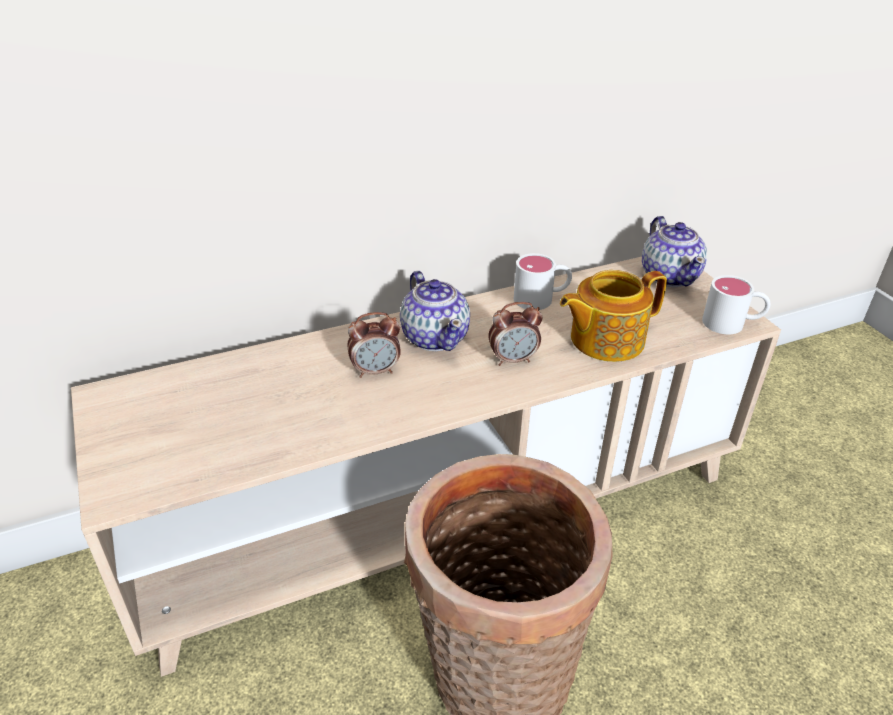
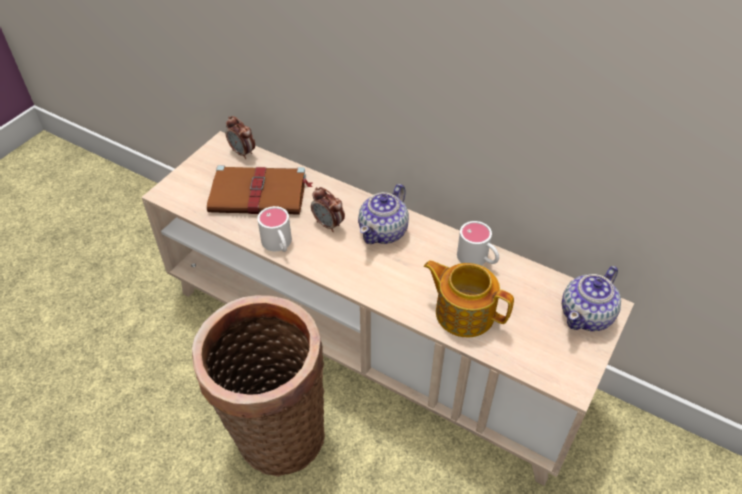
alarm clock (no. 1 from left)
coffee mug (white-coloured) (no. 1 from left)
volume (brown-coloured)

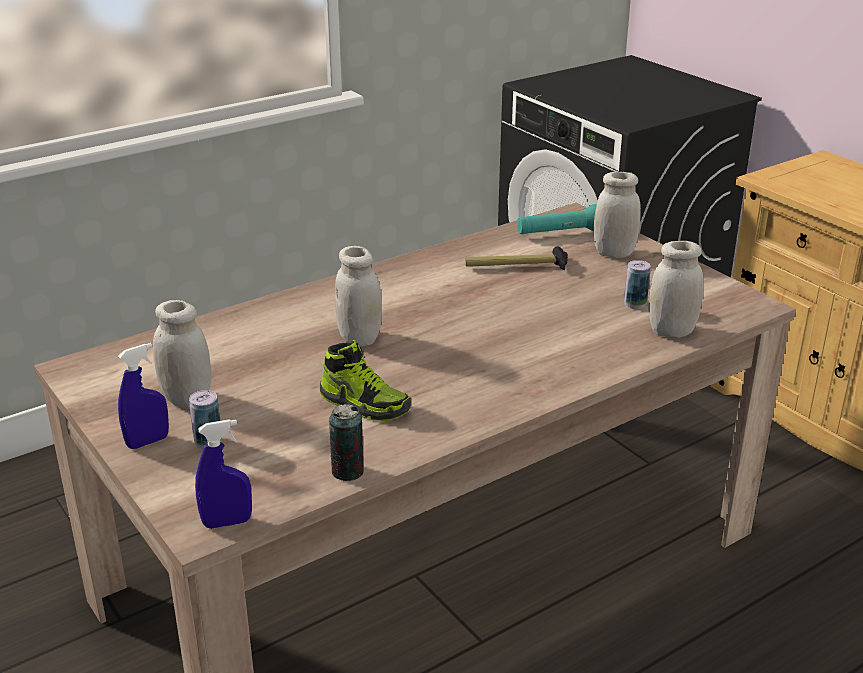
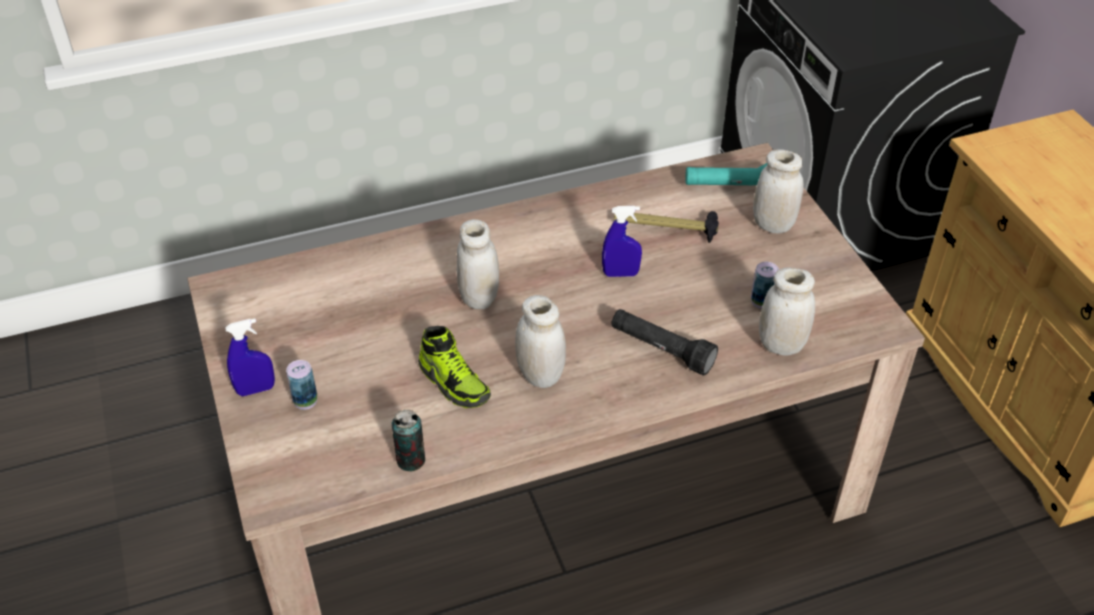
preserve jar (white-coloured) (no. 2 from left)
sprayer (blue) (no. 2 from left)
torch (black)

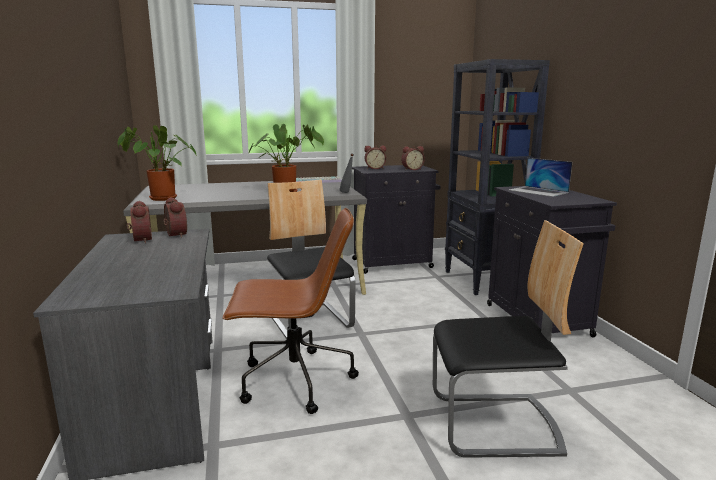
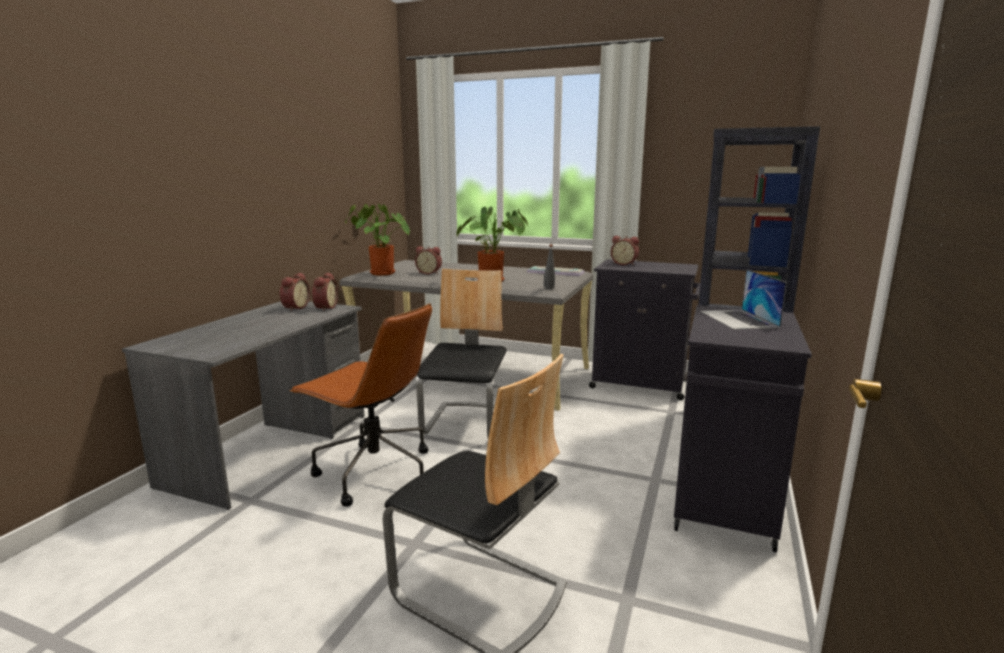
alarm clock (no. 3 from left)

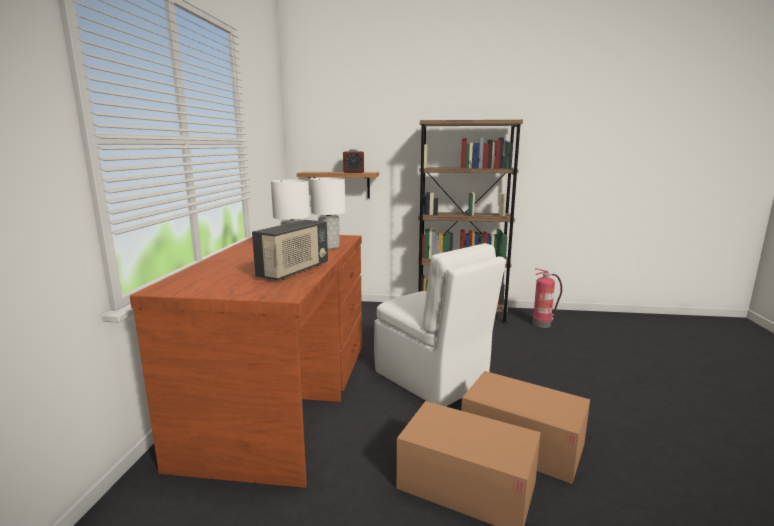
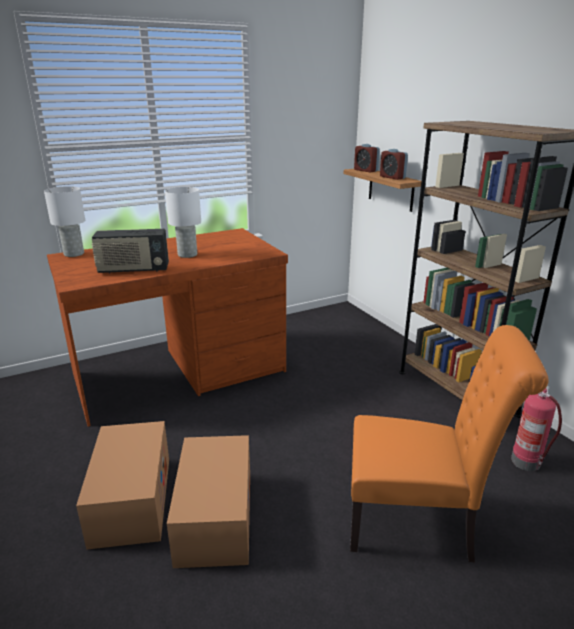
lamp for a table (white-coloured) (no. 1 from left)
plain chair (white-coloured)
plain chair (orange)
alarm clock (no. 1 from left)

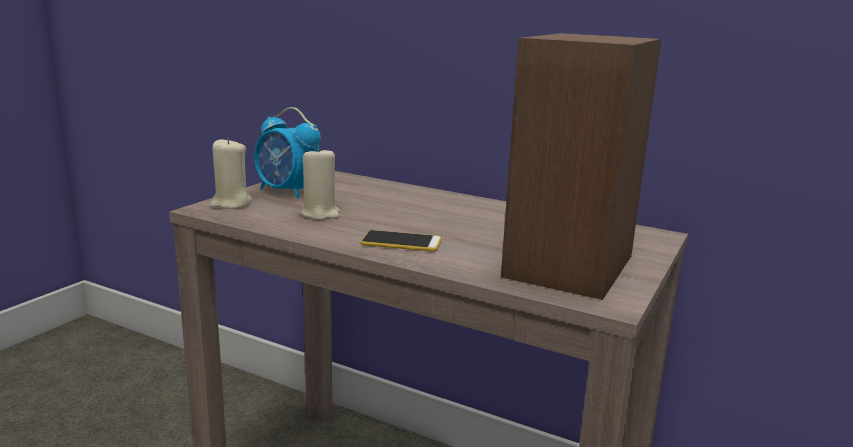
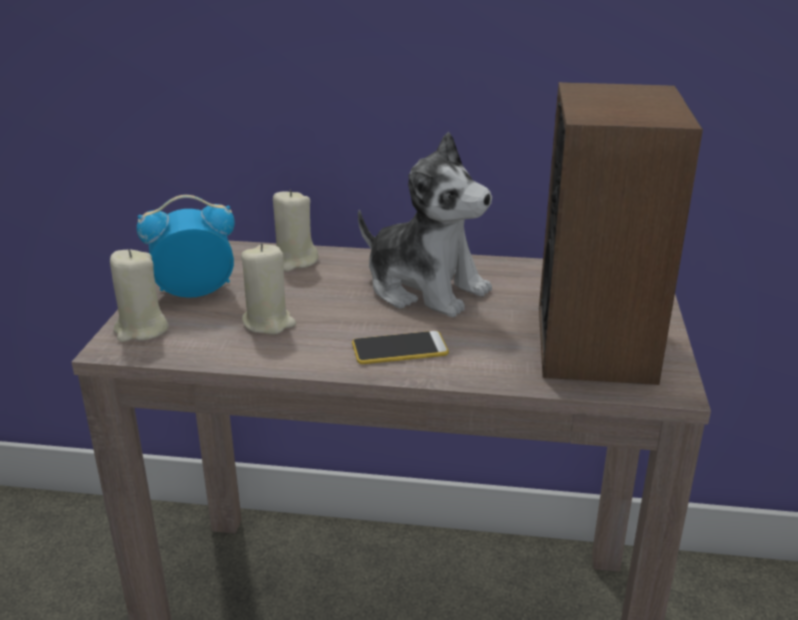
alarm clock
wax candle (sand-coloured) (no. 3 from left)
soft toy

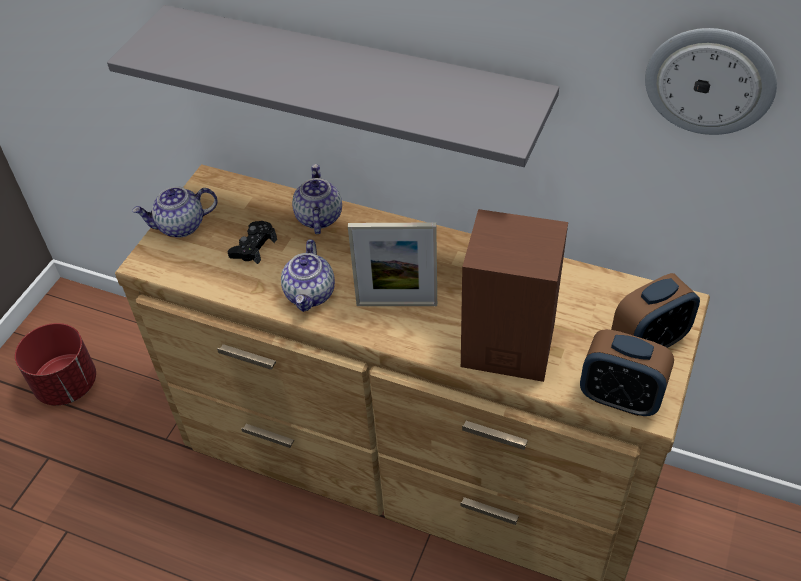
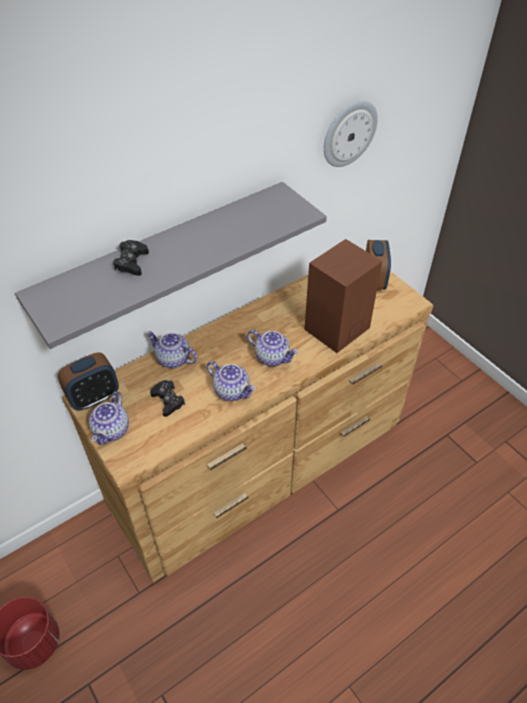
pot for tea (no. 4 from left)
alarm clock (no. 1 from left)
game controller (black) (no. 1 from left)

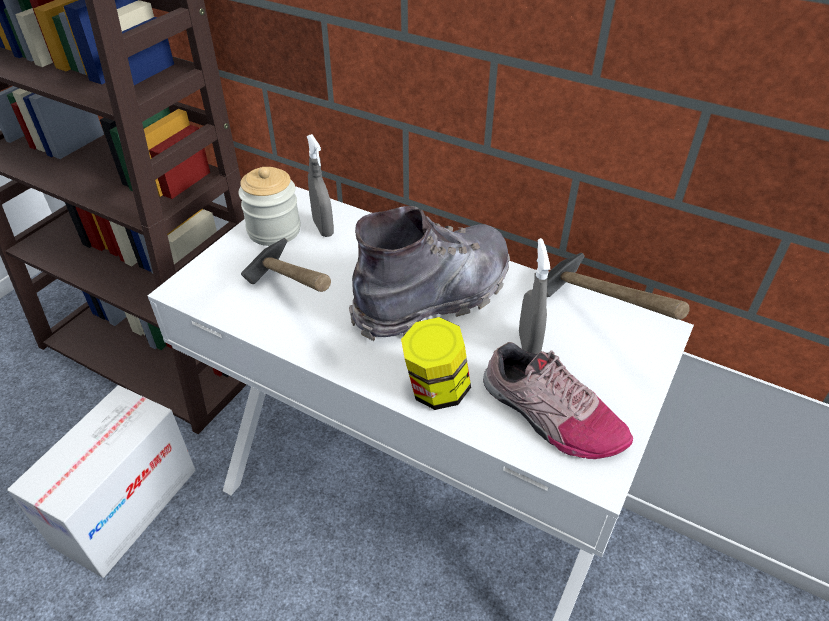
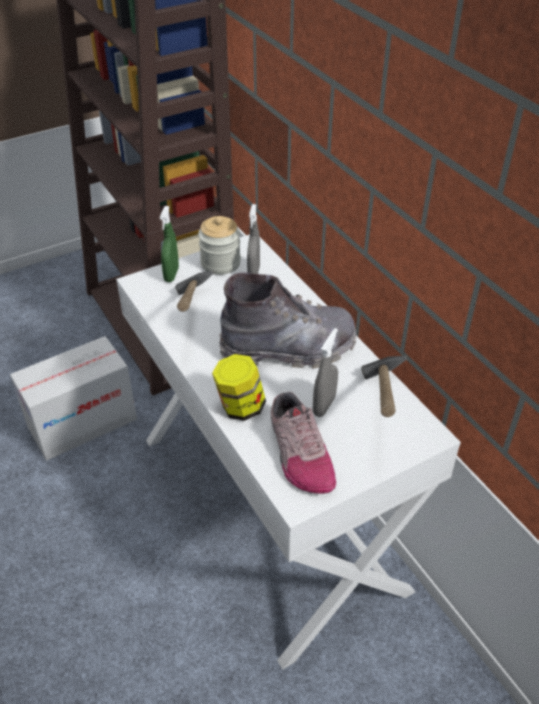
sprayer (green)

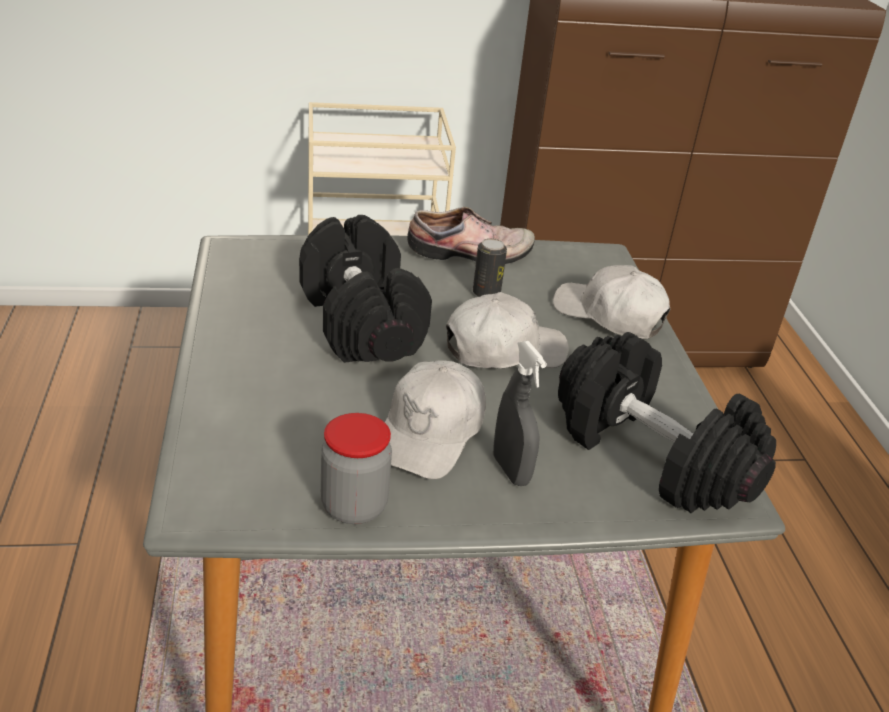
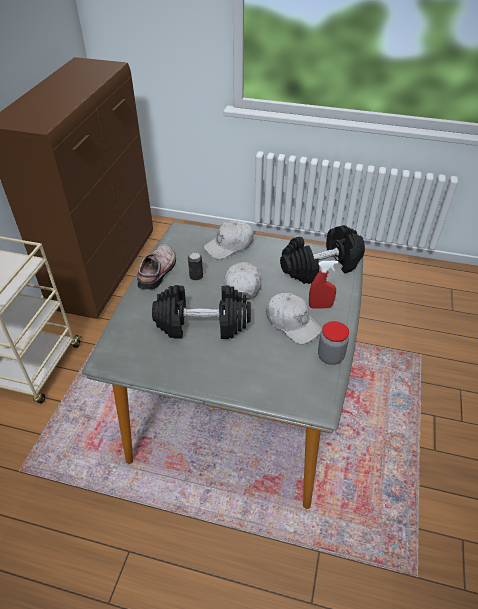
sprayer (red)

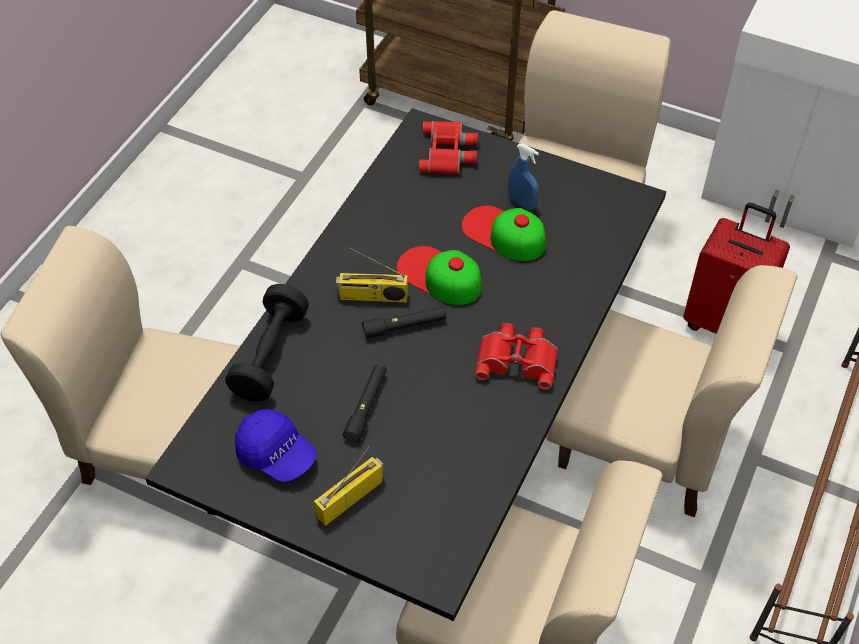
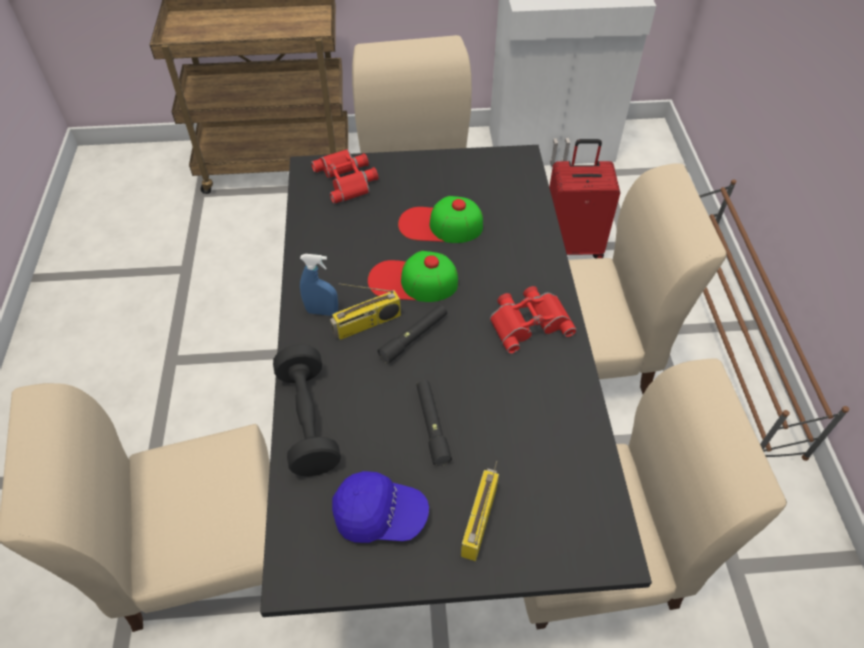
sprayer (blue)

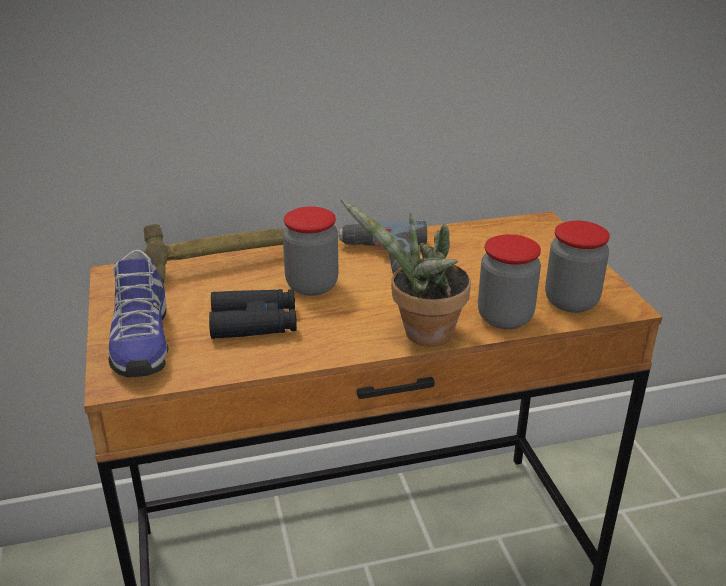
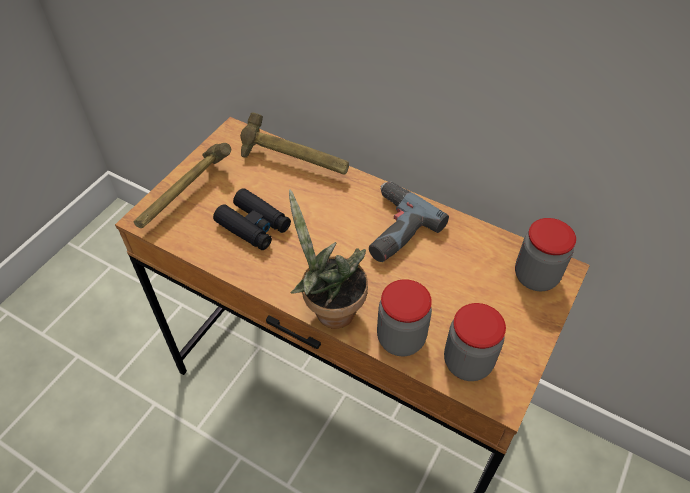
tool hammer (no. 1 from left)
preserve jar (no. 3 from left)

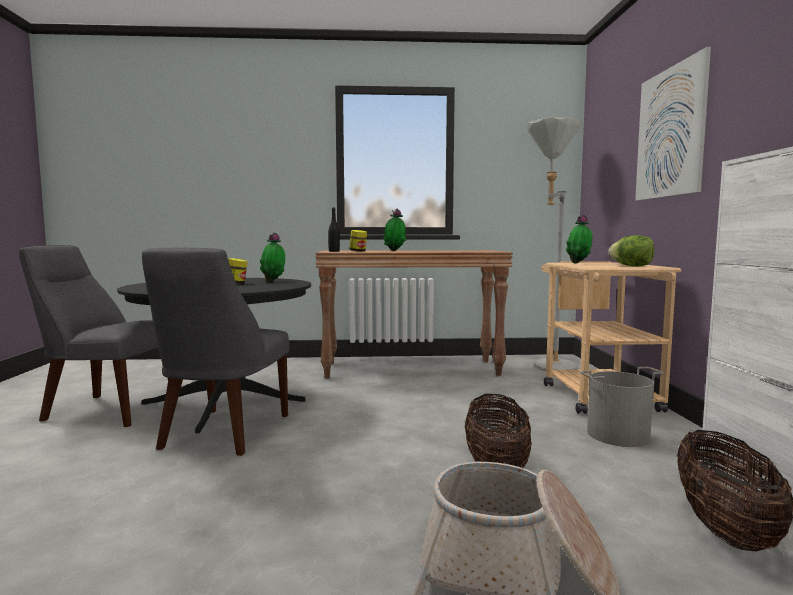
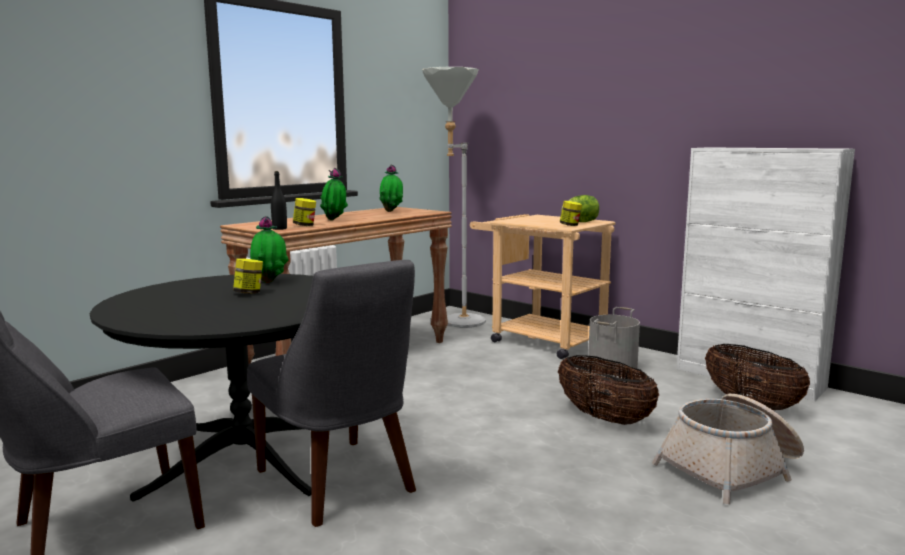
potted plant (no. 3 from left)
wall art
preserve jar (no. 3 from left)

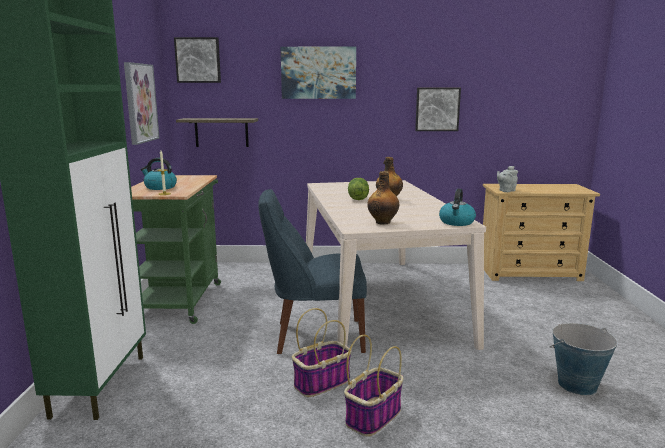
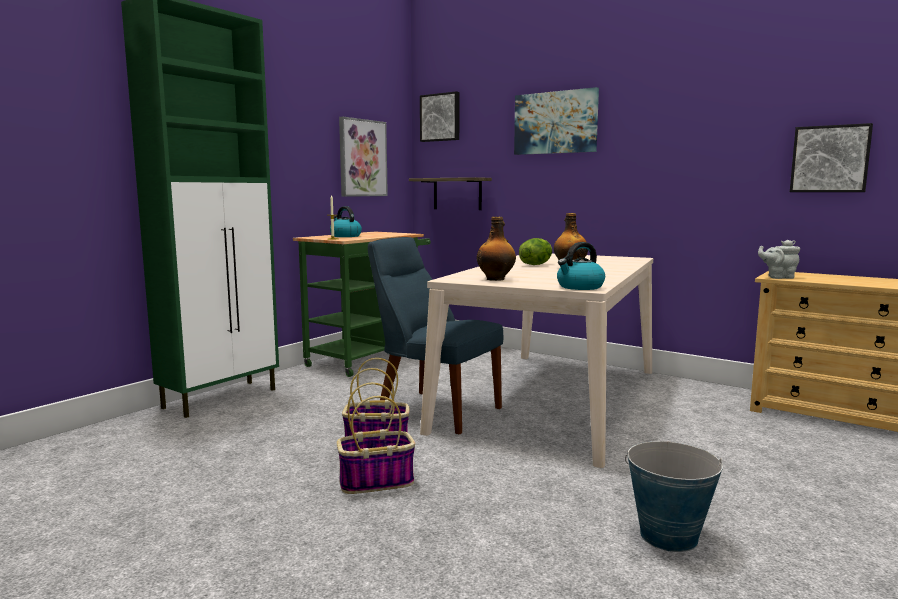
wall art (no. 4 from left)

